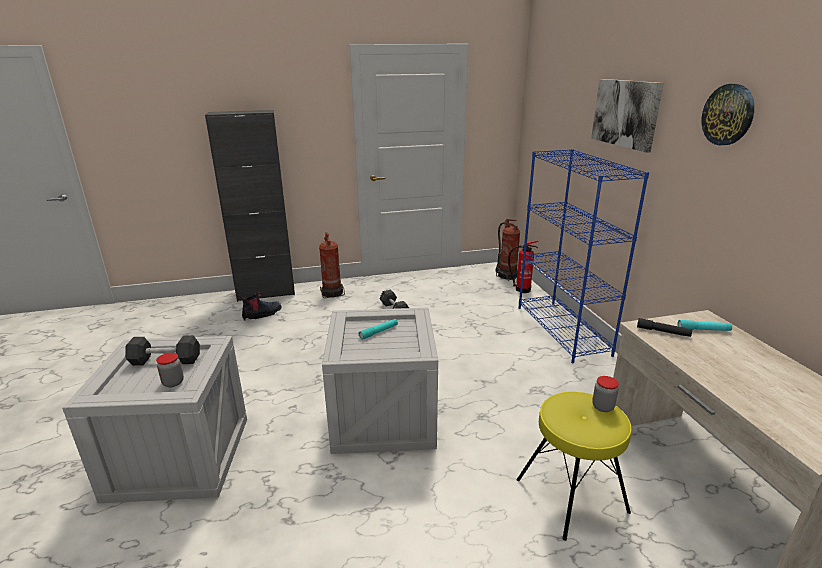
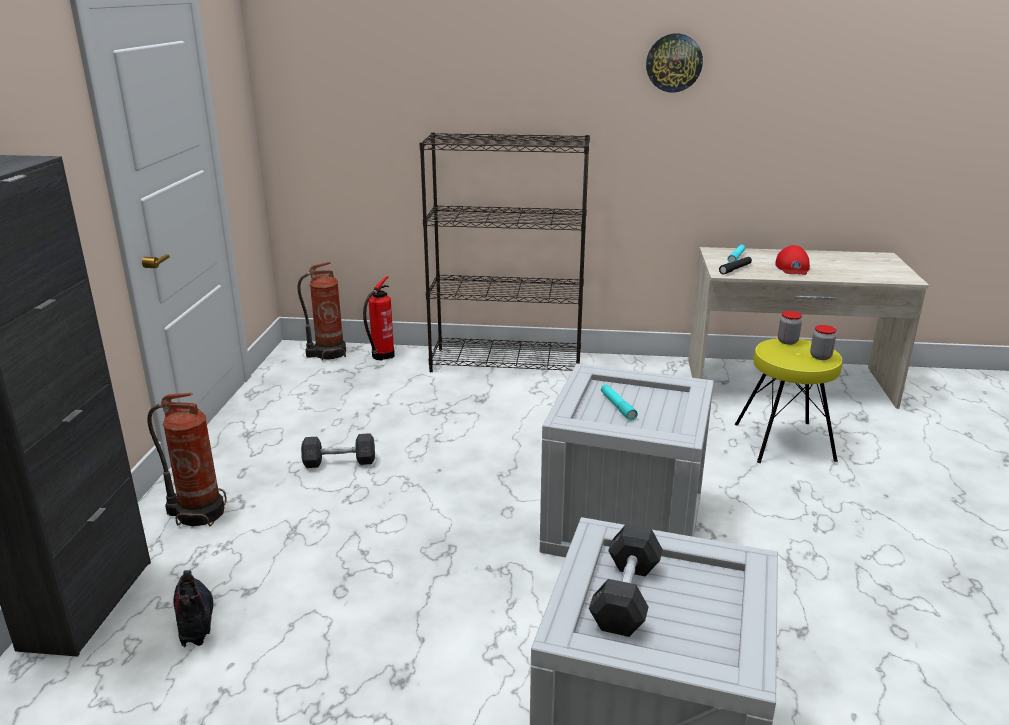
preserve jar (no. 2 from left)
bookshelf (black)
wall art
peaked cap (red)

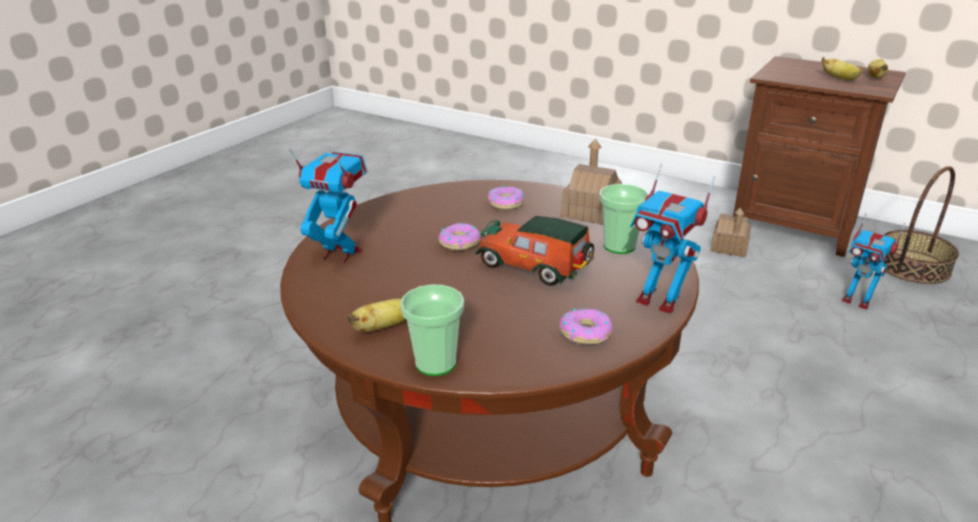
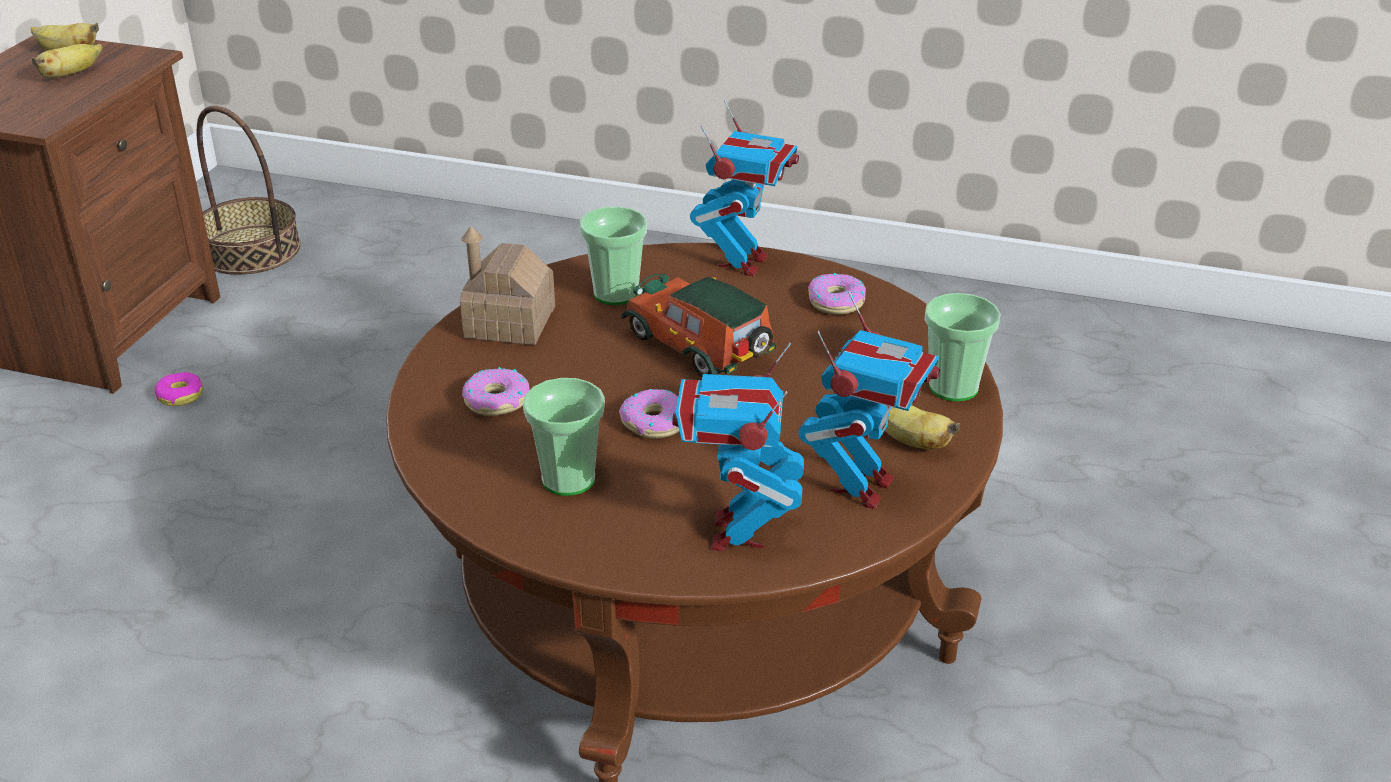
toy car
donut (no. 1 from left)
model robot (no. 3 from left)
small cup (no. 1 from left)

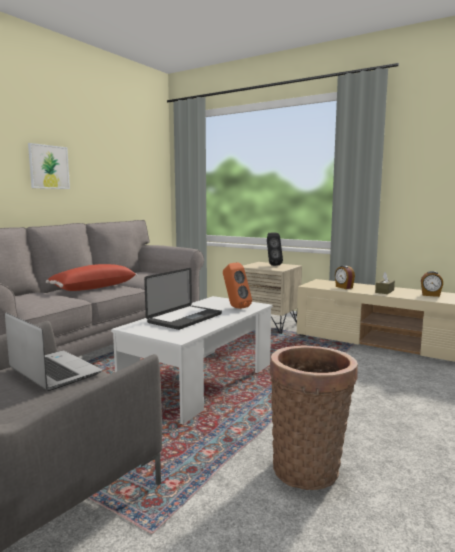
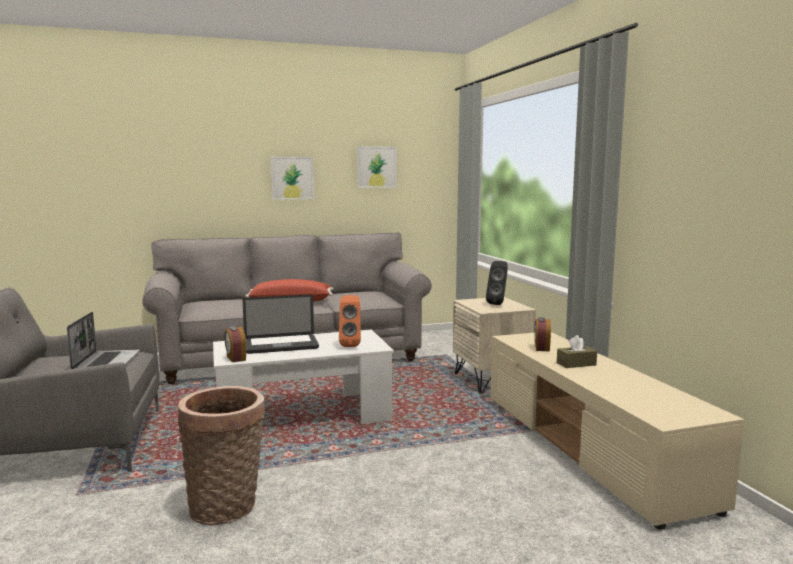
alarm clock (no. 1 from left)
wall art (no. 2 from left)

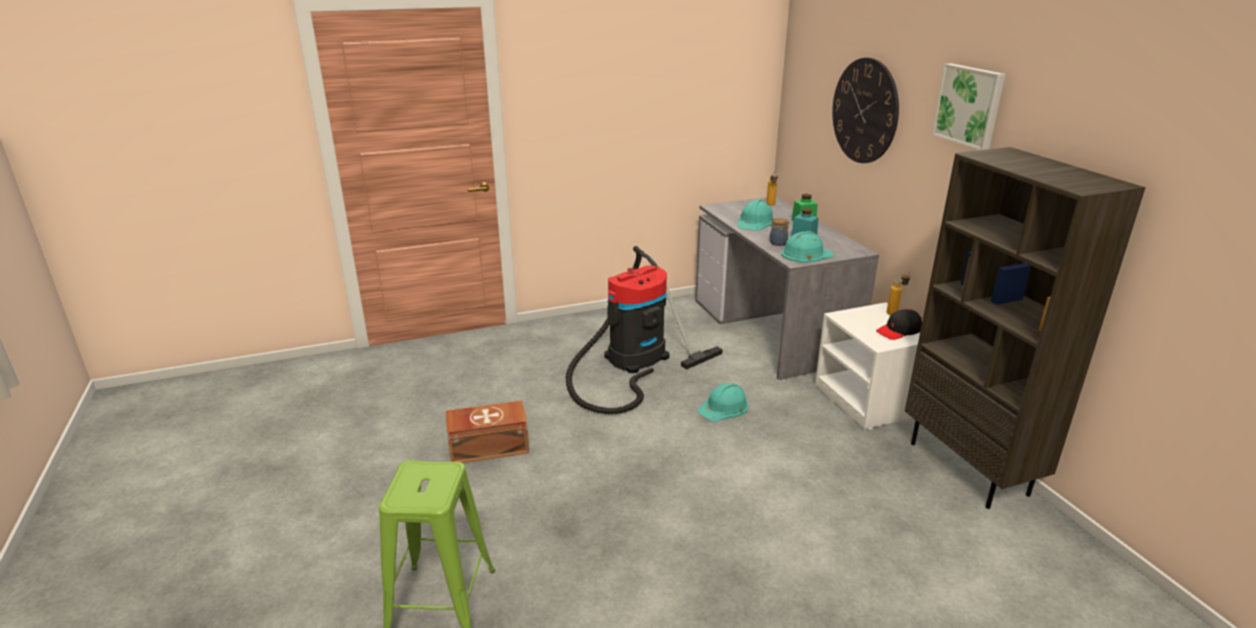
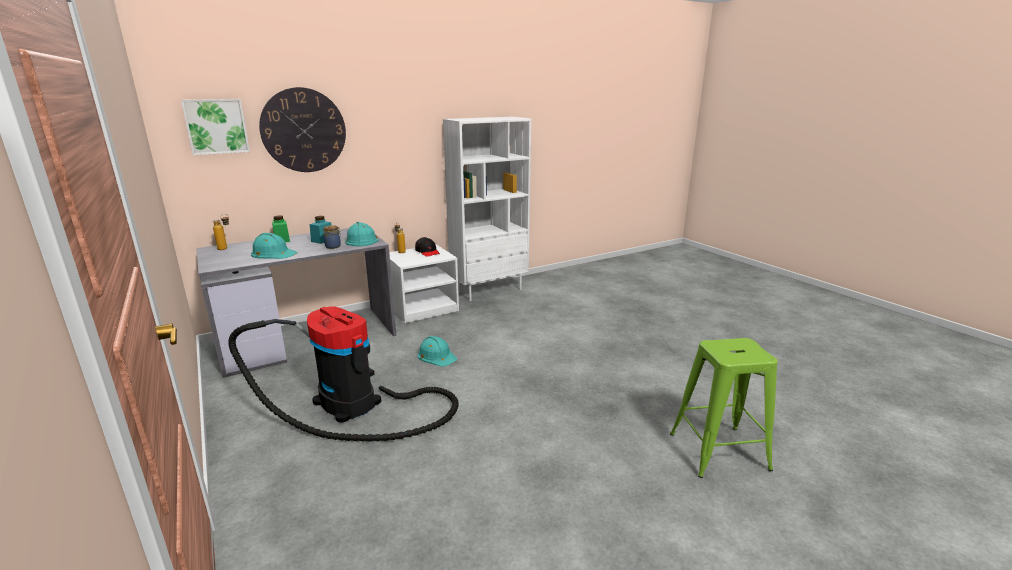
storage container (brown-coloured)
bookshelf (white-coloured)
wall art

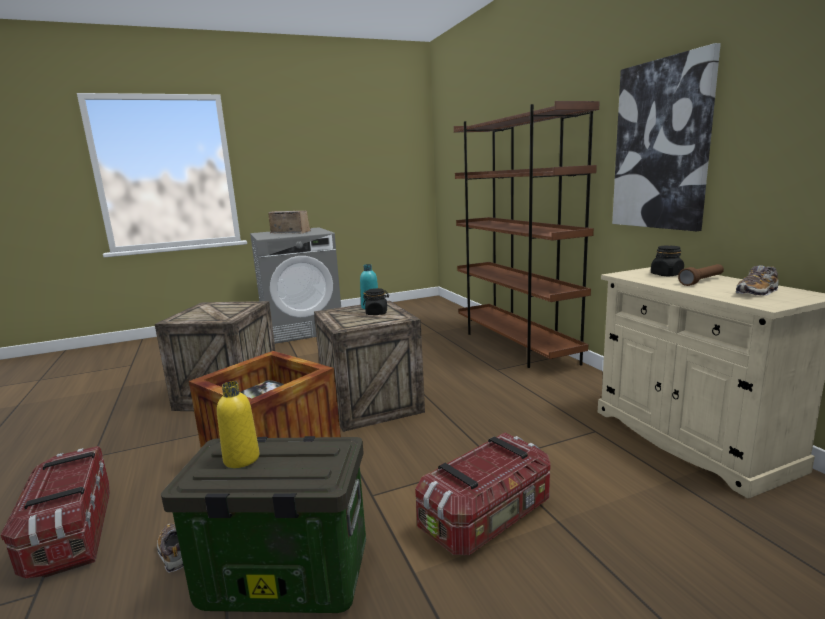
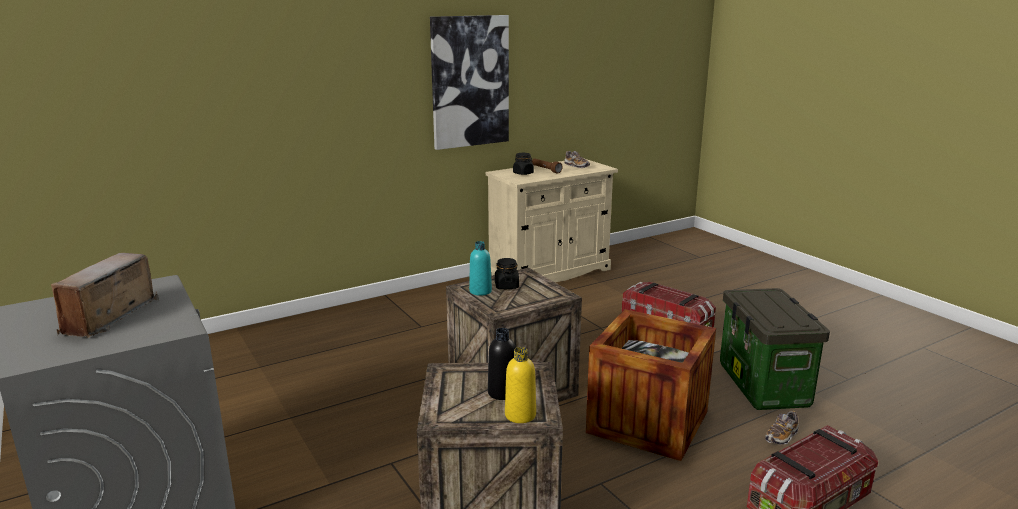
beverage bottle (yellow)
bookshelf (brown-coloured)
beverage bottle (black)

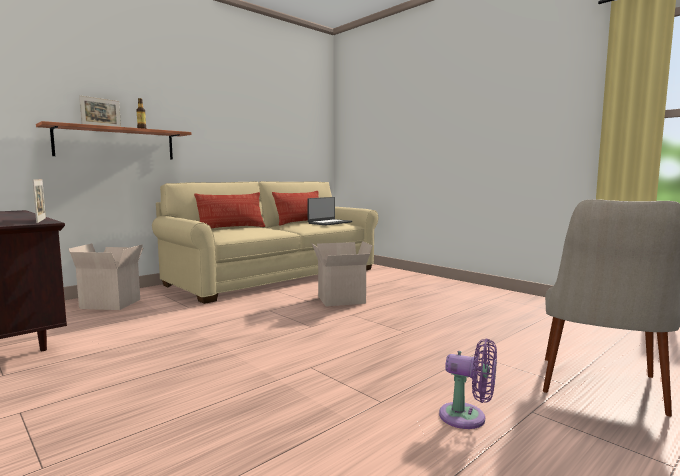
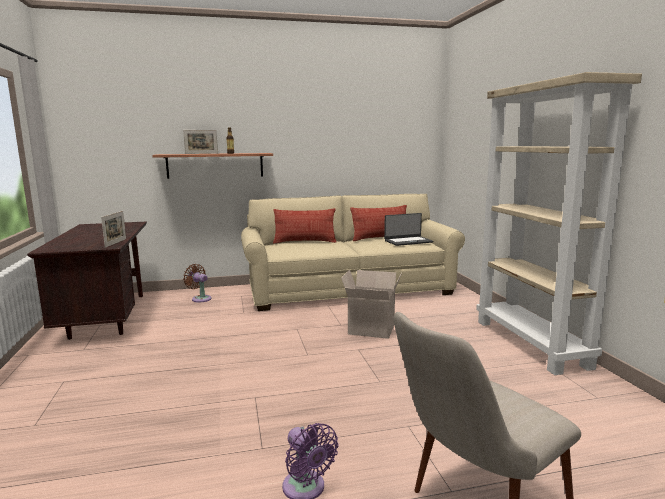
fan (brown-coloured)
bookshelf (sand-coloured)

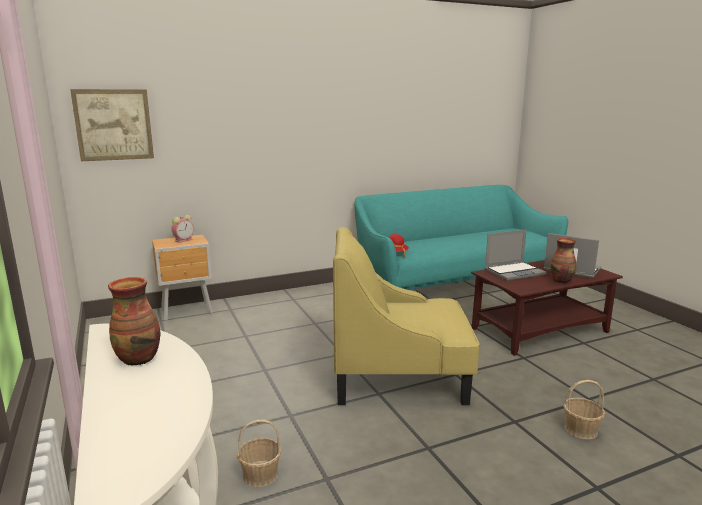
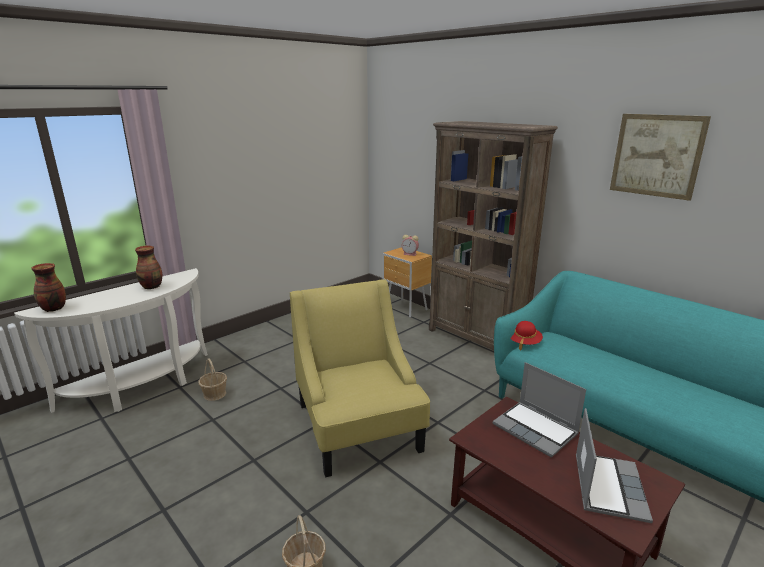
wall art
decorative vase (no. 1 from left)
bookshelf (brown-coloured)

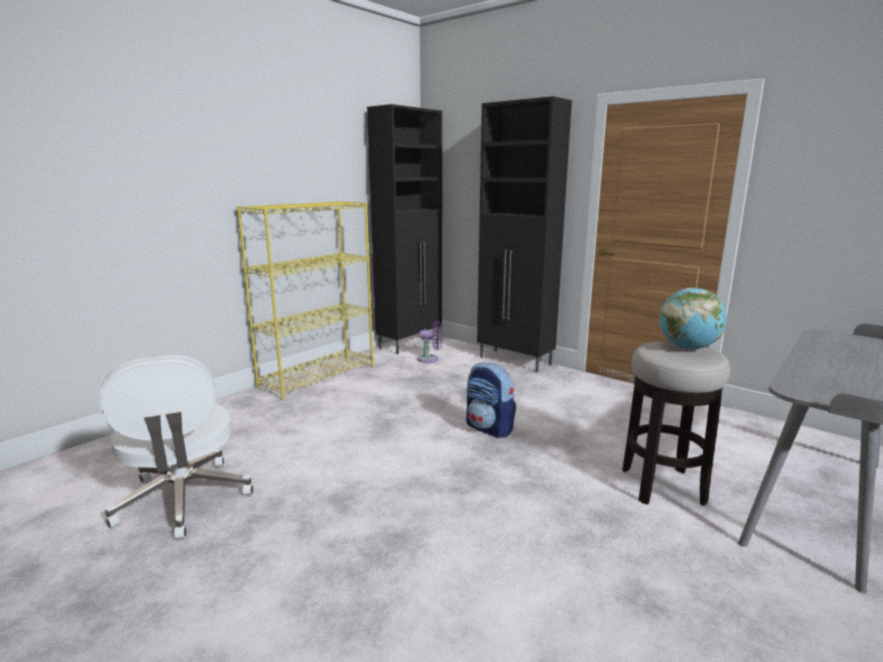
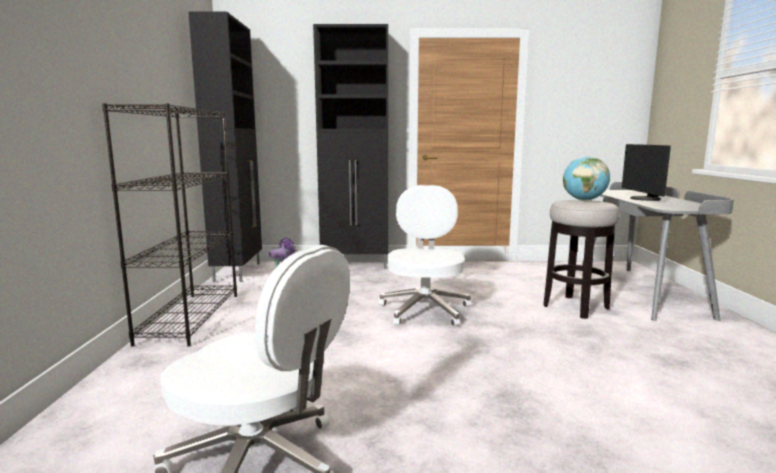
bookshelf (black)
computer chair (white-coloured) (no. 2 from left)
computer screen

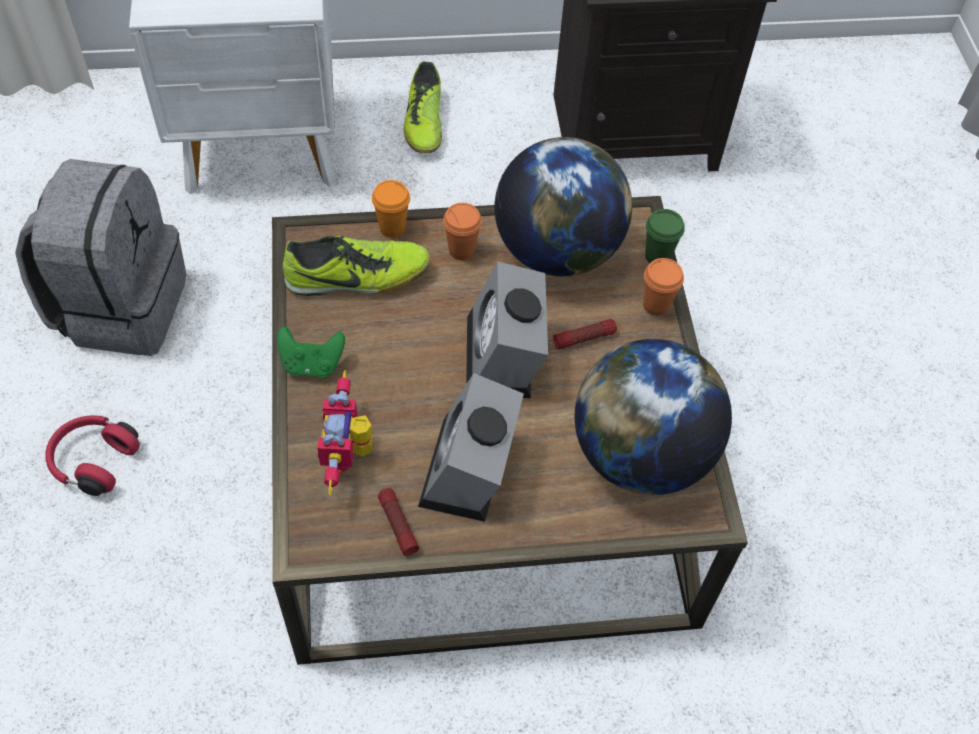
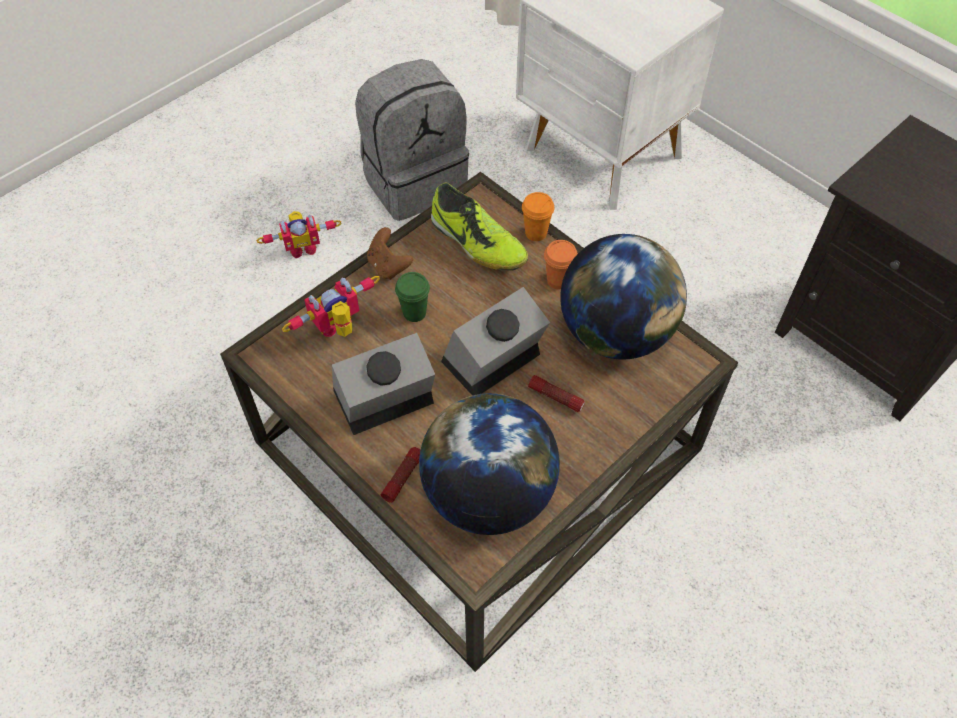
model robot (no. 1 from left)
game controller (brown-coloured)
torch (no. 1 from left)
item of footwear (no. 2 from left in the first image)
small cup (orange) (no. 3 from left in the first image)
small cup (green)

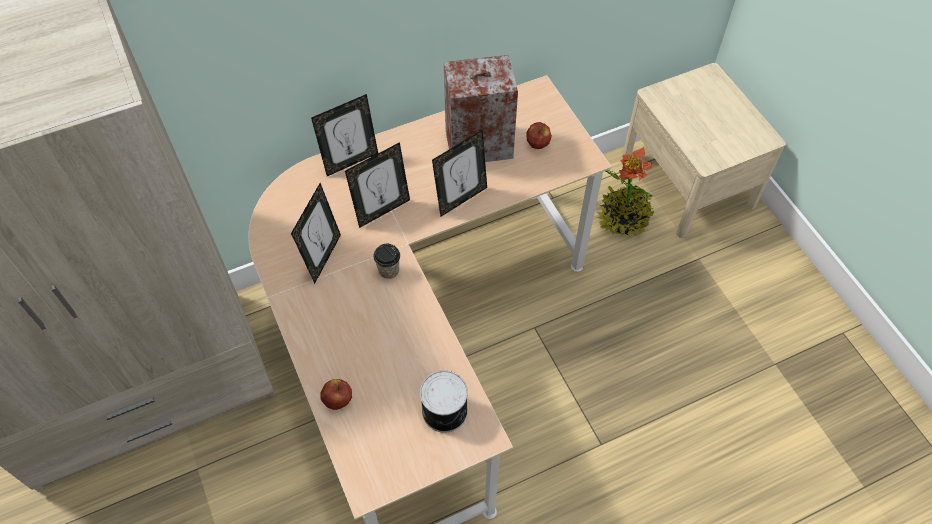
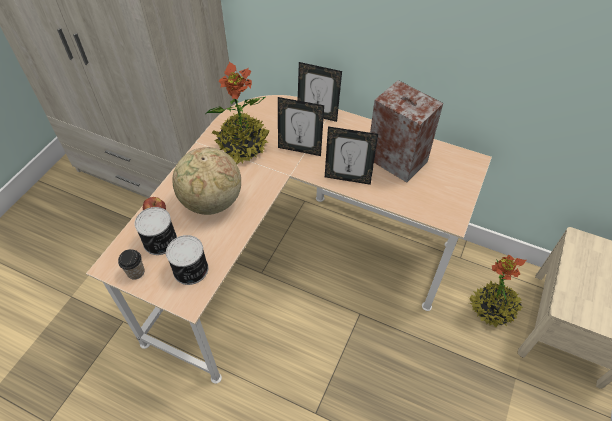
potted plant (no. 1 from left)
small cup
apple (no. 2 from left in the first image)
can (no. 1 from left)
globe

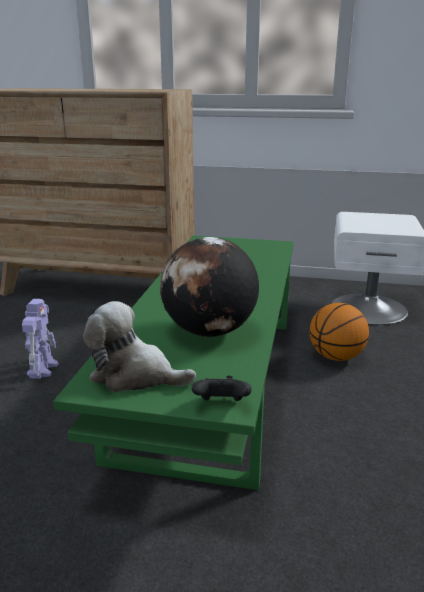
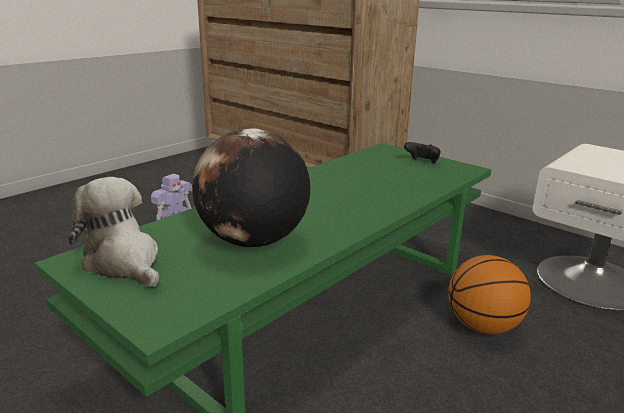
game controller (black)

